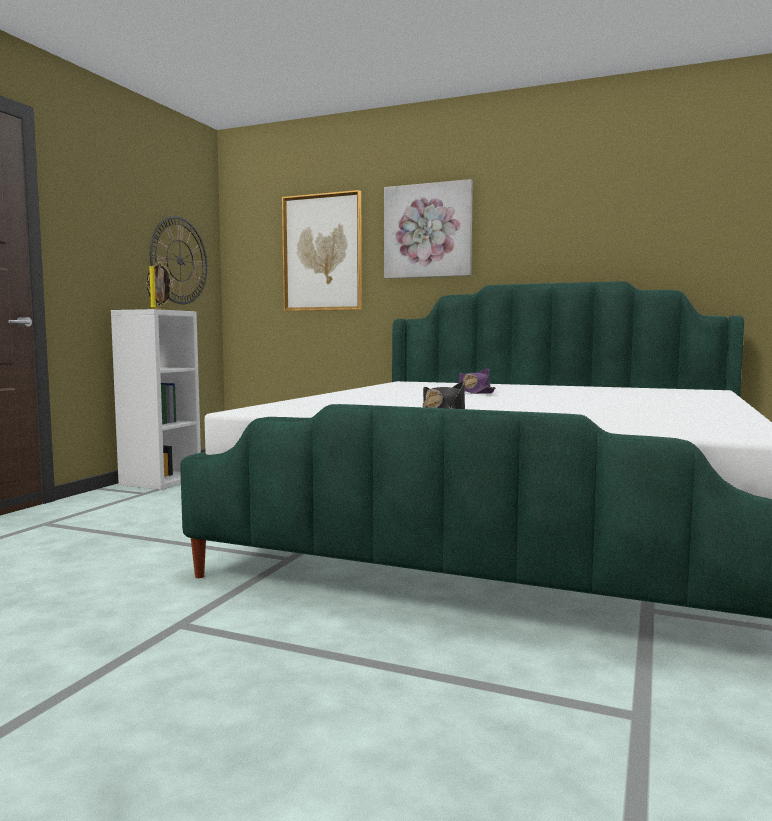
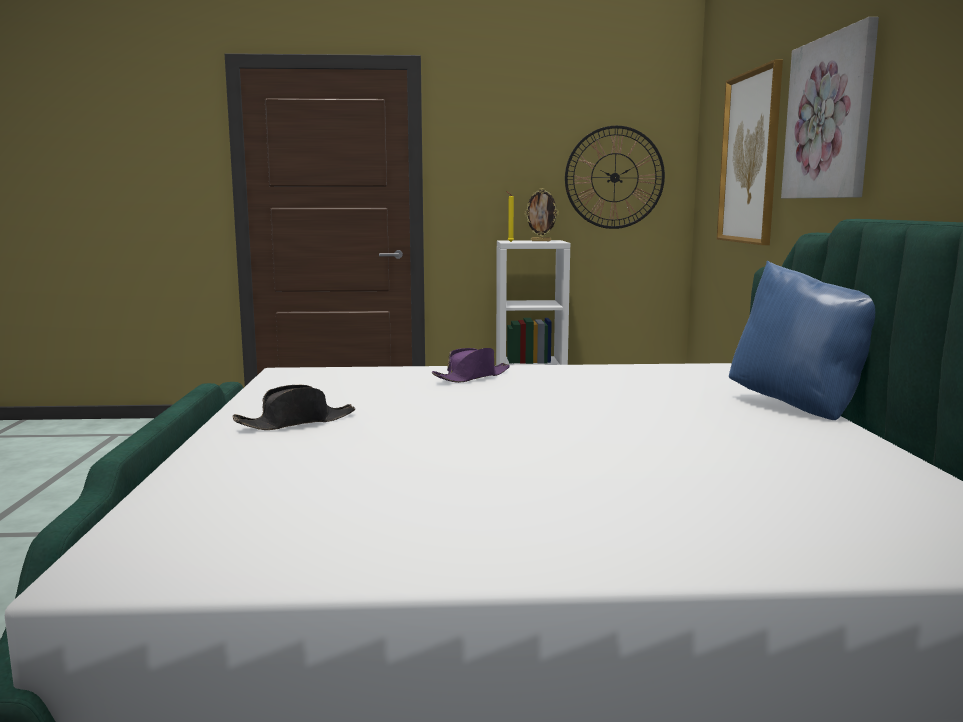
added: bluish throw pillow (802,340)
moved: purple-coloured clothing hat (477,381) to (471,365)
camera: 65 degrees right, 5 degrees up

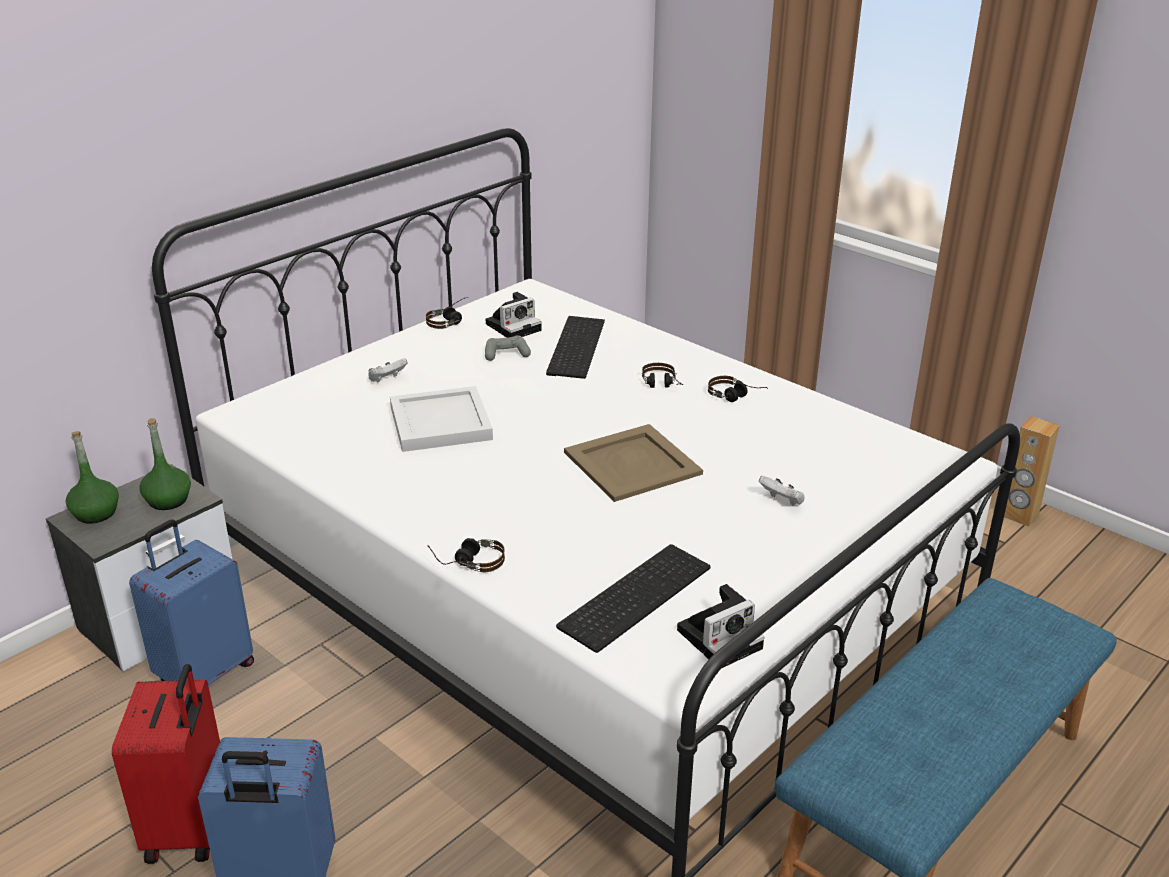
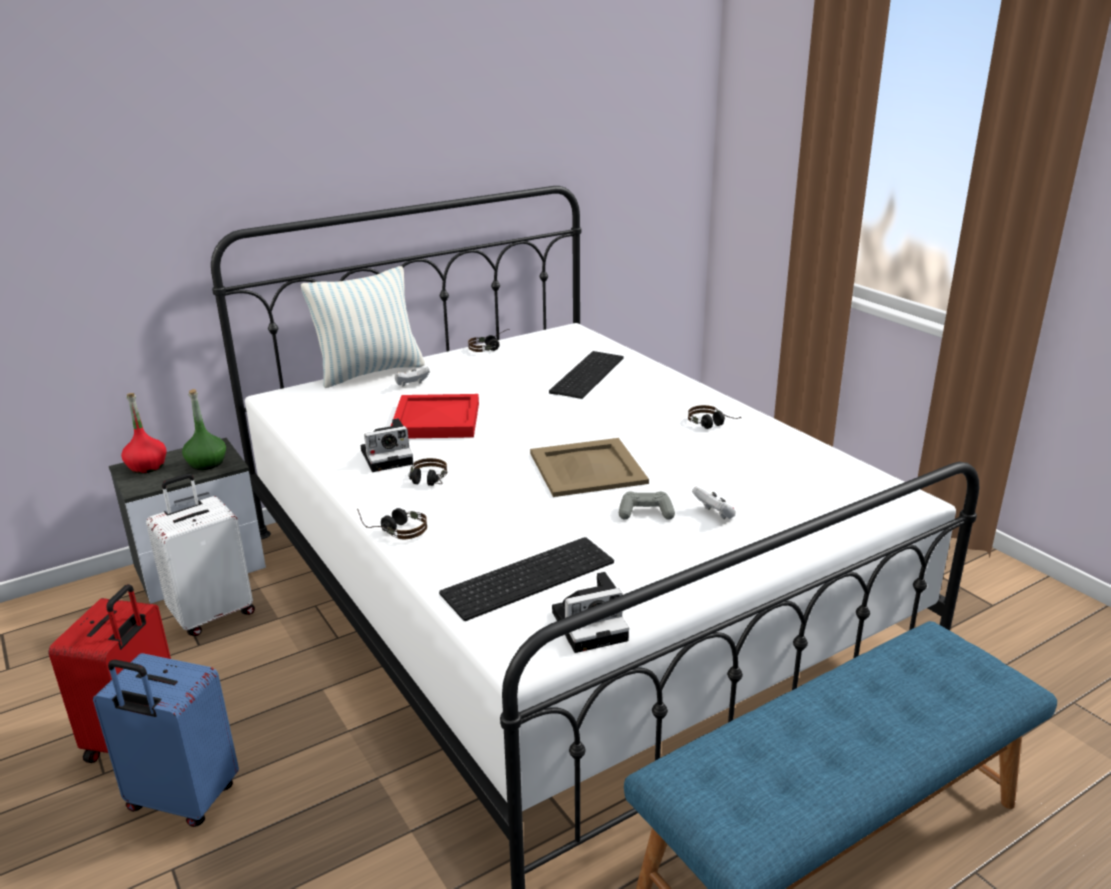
removed: brownish loudspeaker (1032,471)
added: throw pillow (363,327)
moved: photo camera (513,315) to (387,445); gray gamepad (508,348) to (647,505); headphones (662,375) to (428,472)
recoloured: whitish tray (441,419) to reddish tray (435,416); green-coloured beverage bottle (92,477) to reddish beverage bottle (144,433); bluish suitcase (191,602) to whitish suitcase (200,555)
camera: 15 degrees right, 5 degrees down

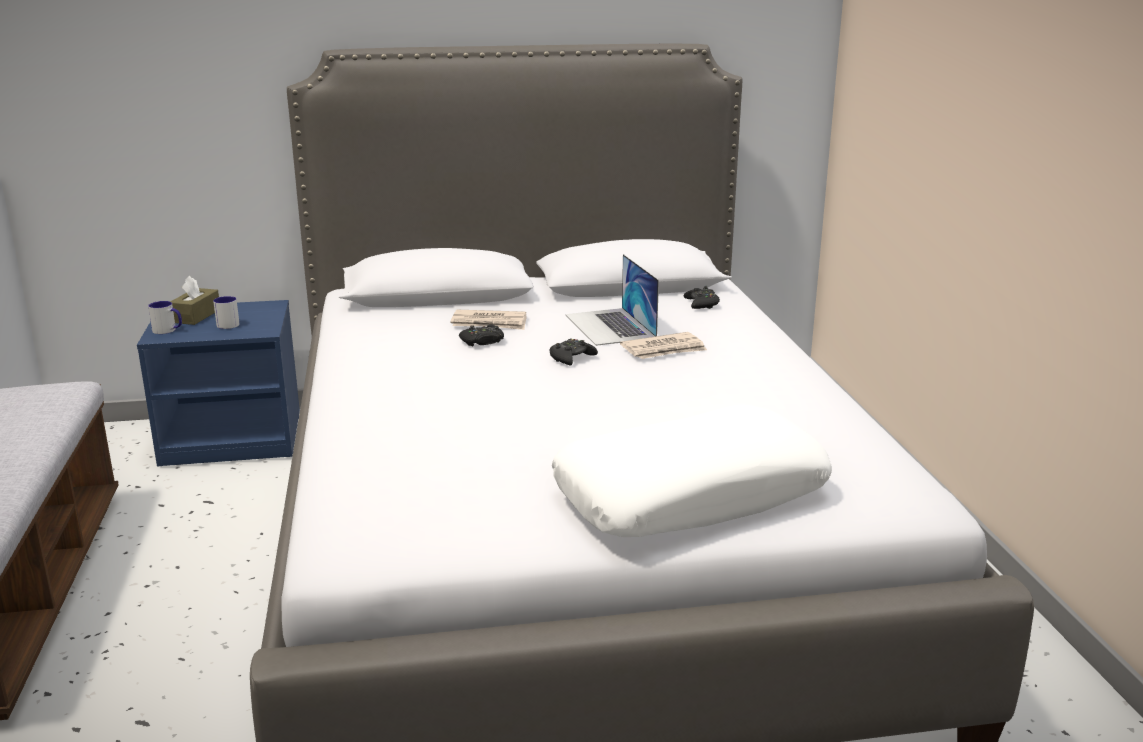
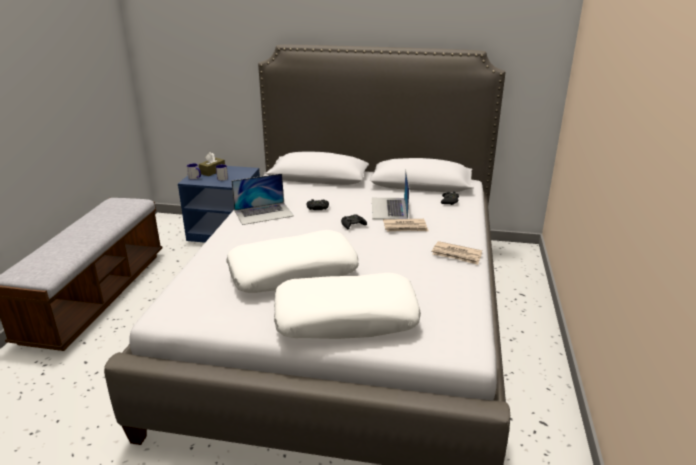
added: notebook computer (263,199); whitish throw pillow (292,261)
moved: printed paper (489,320) to (457,253)
camera: 20 degrees right, 5 degrees up

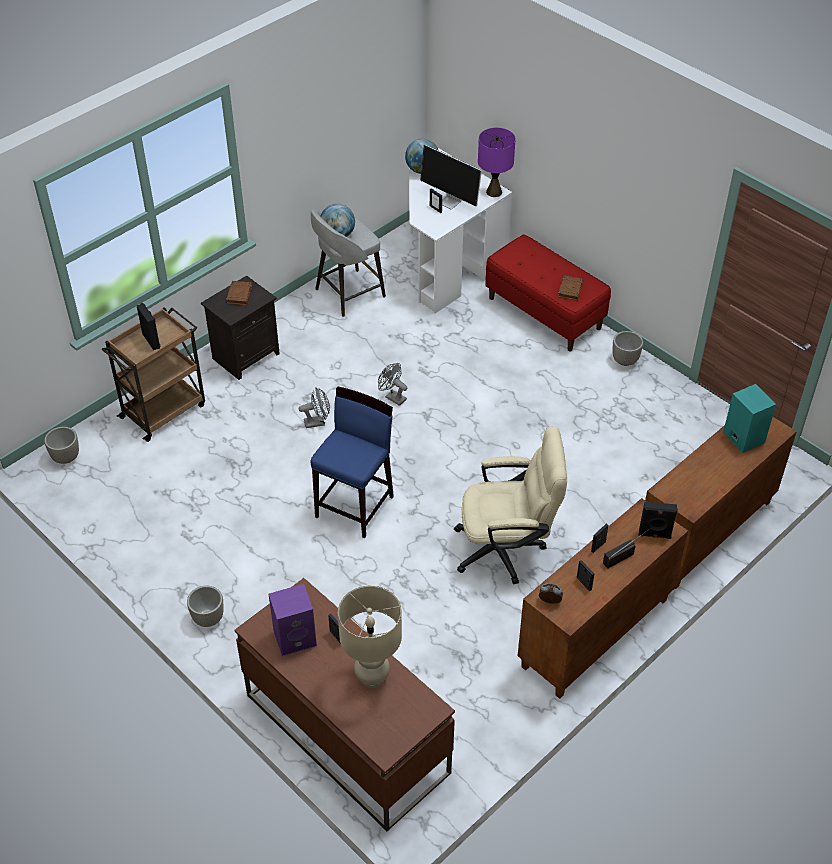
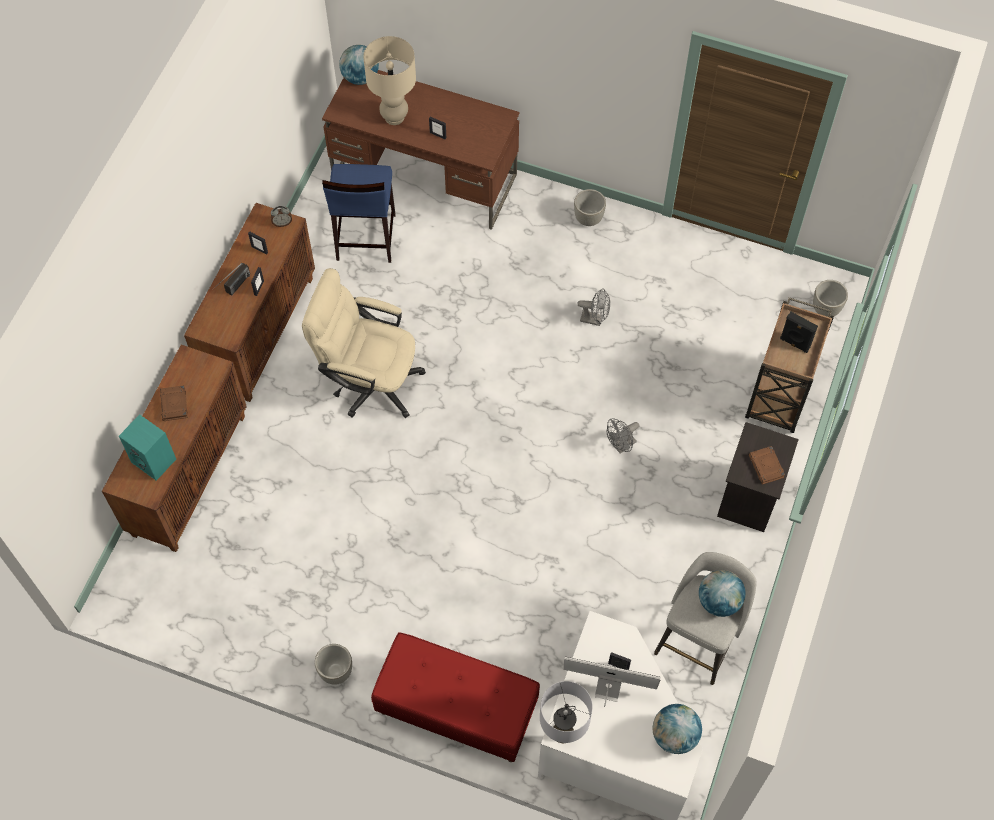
removed: black loudspeaker (658,520); purple-coloured loudspeaker (293,620)
added: desk globe (359,65)
moved: brownish book (571,288) to (174,403); gray fan (392,384) to (593,307); bluish stool (352,462) to (359,213)
recoloured: purple-coloured lamp for a table (497,162) to gray lamp for a table (566,712)
turned: beige-coloured computer chair (510,505) = (364,343) 45 degrees clockwise
camera: 155 degrees right, 15 degrees up

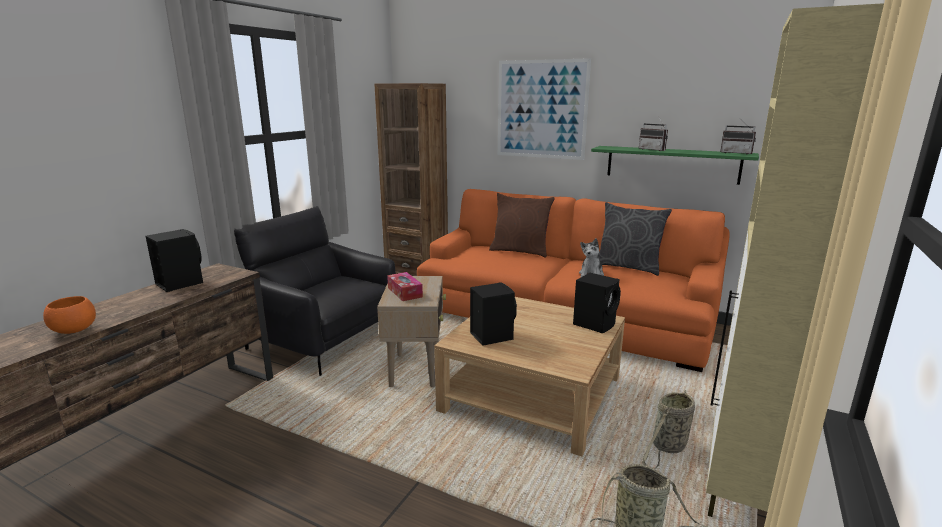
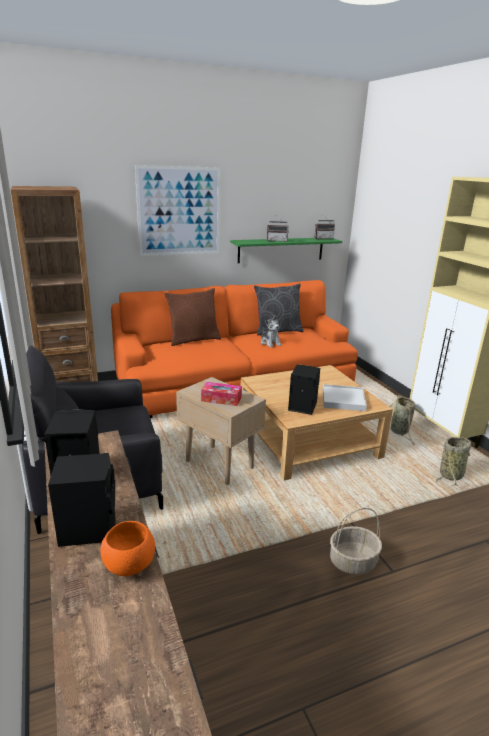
added: whitish tray (345,397); storage basket (356,541)
moved: black loudspeaker (597,303) to (82,500)
camera: 50 degrees left, 5 degrees up

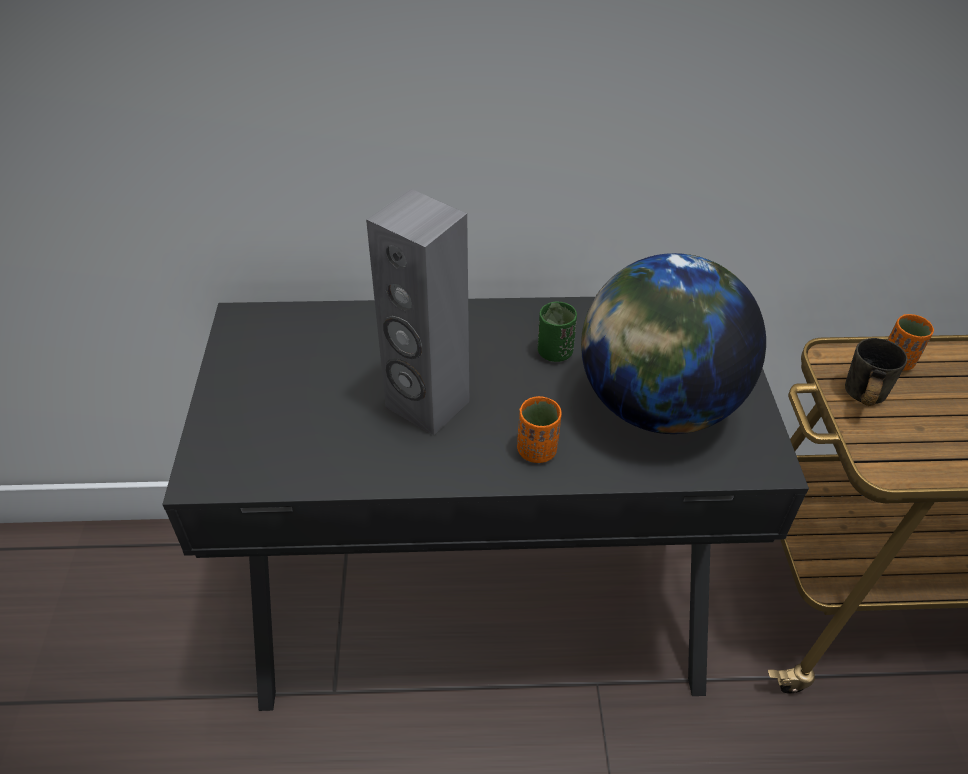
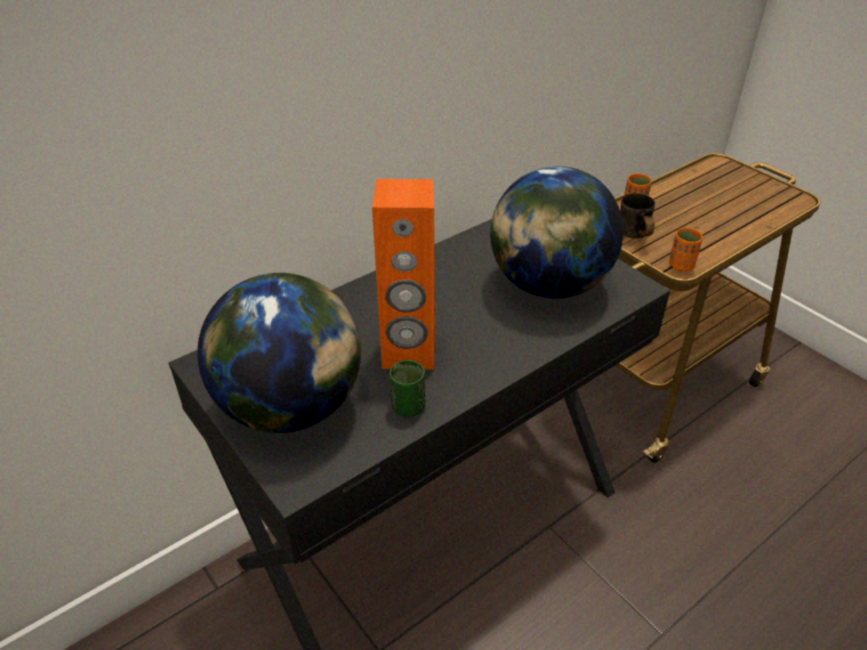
added: desk globe (279,353)
moved: green-coloured cup (557,331) to (407,388); orange-coloured cup (539,429) to (686,249)
recoloured: gray loudspeaker (417,312) to orange-coloured loudspeaker (403,274)
camera: 35 degrees left, 5 degrees down

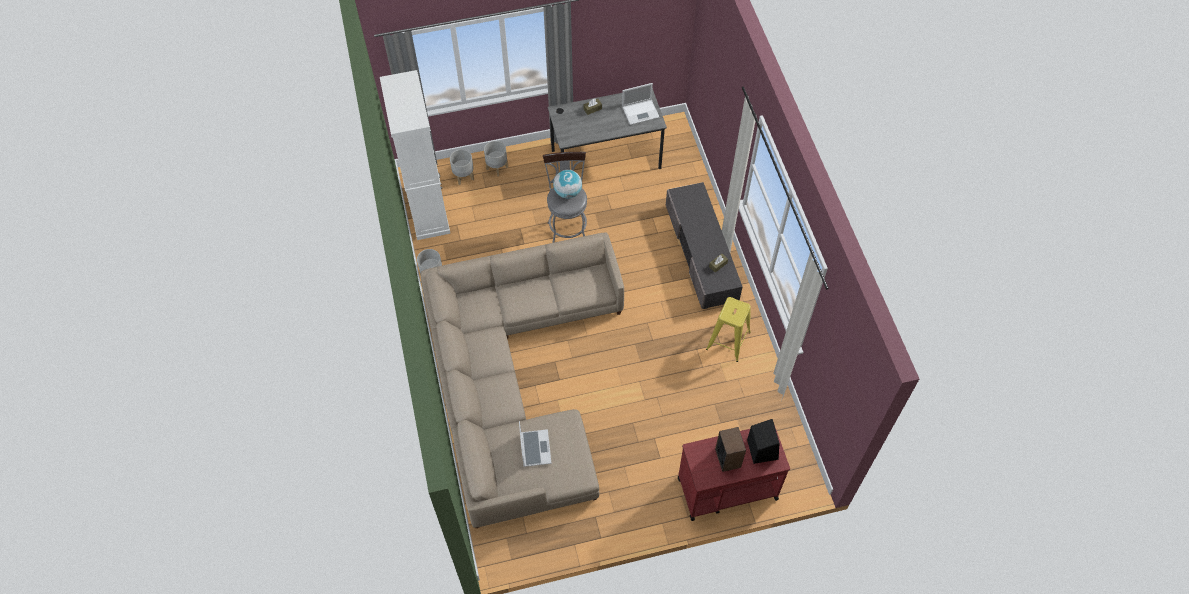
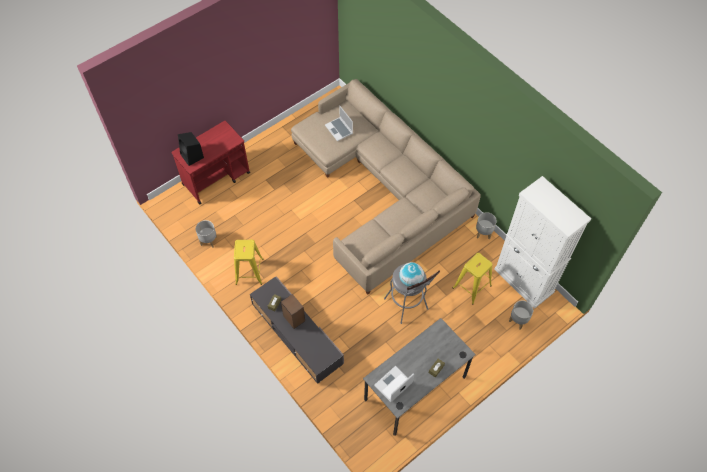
added: yellow-coloured stool (472,279)
moved: gray flower pot (496,159) to (206,234); loudspeaker (730,449) to (293,311)
camera: 155 degrees right, 0 degrees up

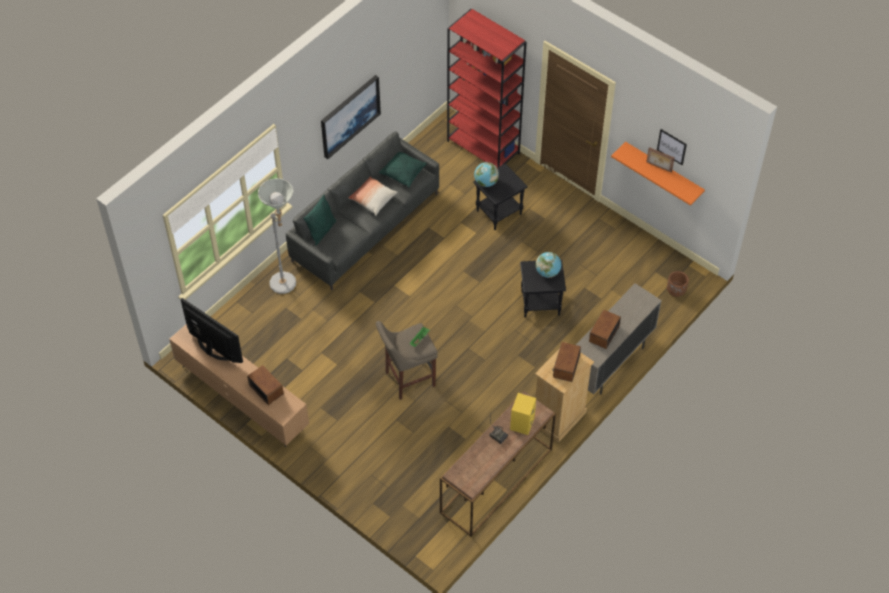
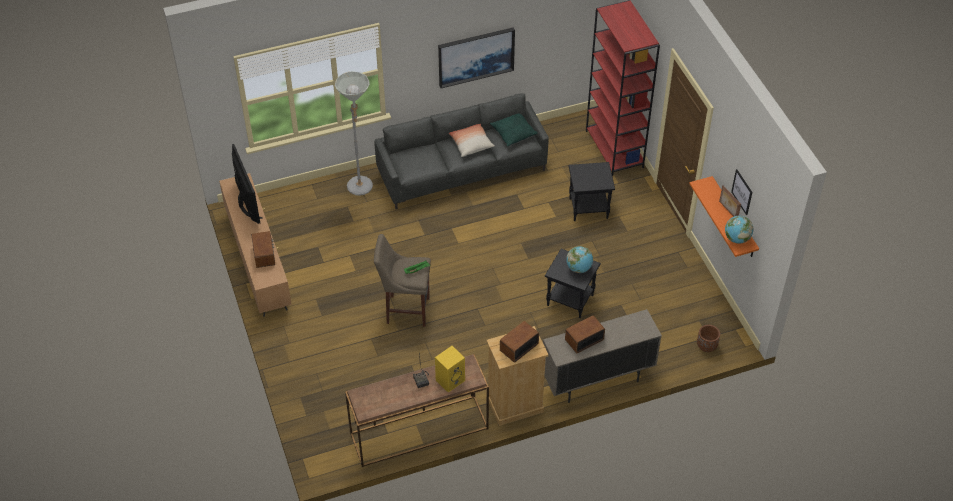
removed: green-coloured throw pillow (319,220)
moved: desk globe (486,174) to (739,229)
camera: 30 degrees right, 5 degrees down

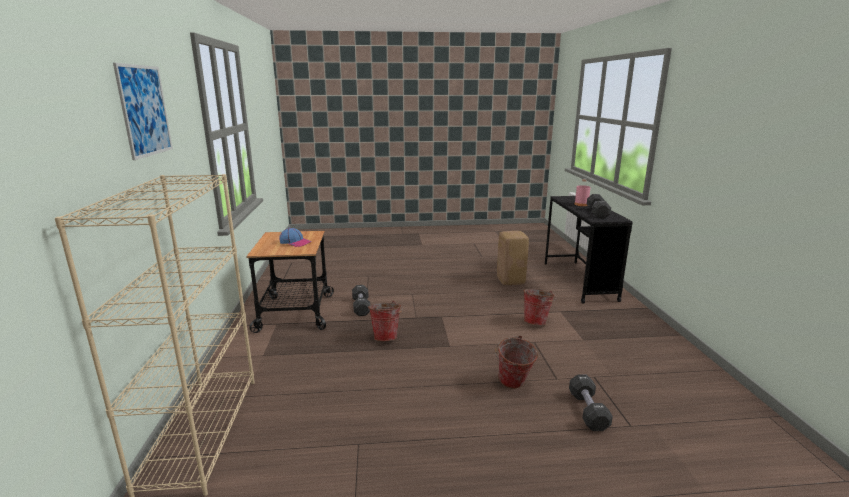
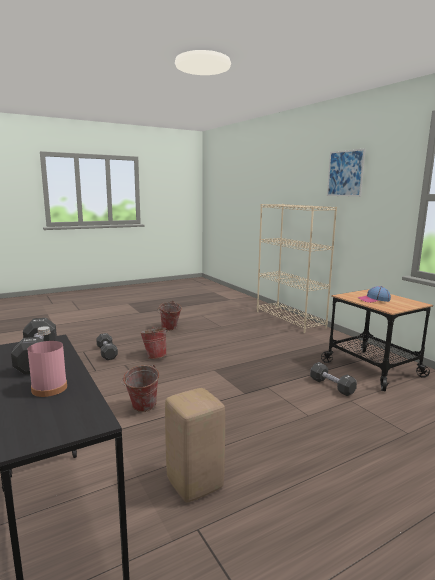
moved: water bucket (385,321) to (170,315)
camera: 155 degrees right, 5 degrees down

